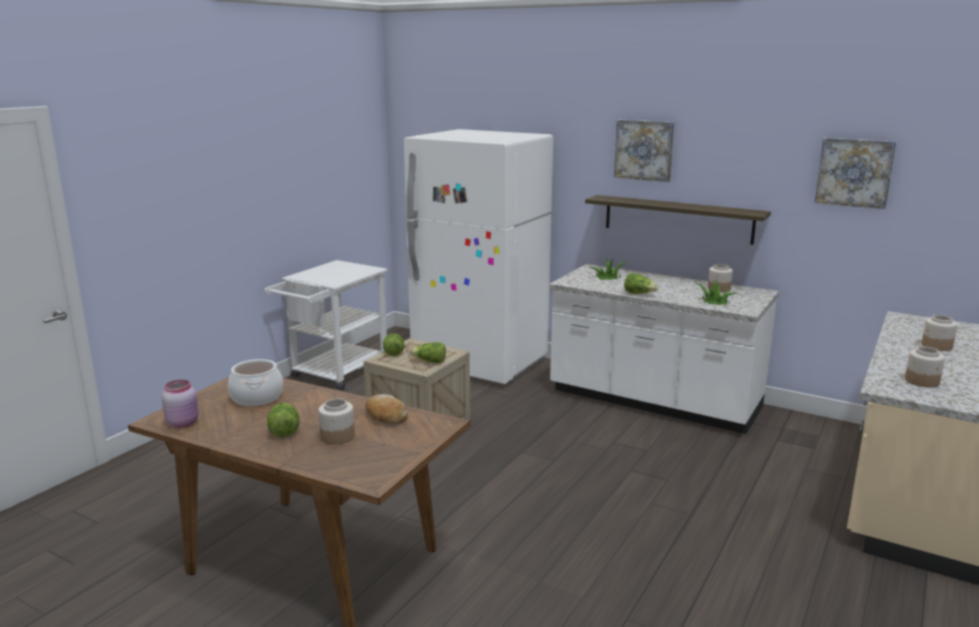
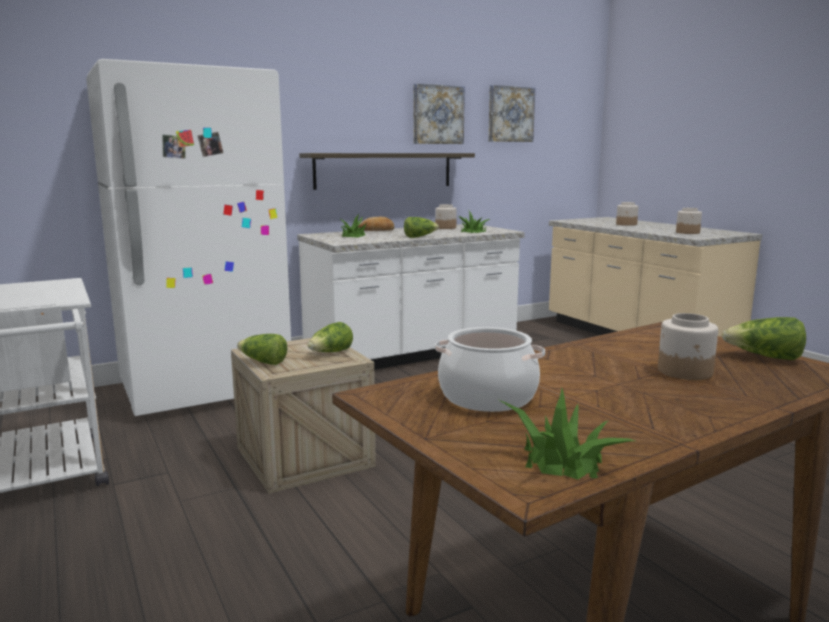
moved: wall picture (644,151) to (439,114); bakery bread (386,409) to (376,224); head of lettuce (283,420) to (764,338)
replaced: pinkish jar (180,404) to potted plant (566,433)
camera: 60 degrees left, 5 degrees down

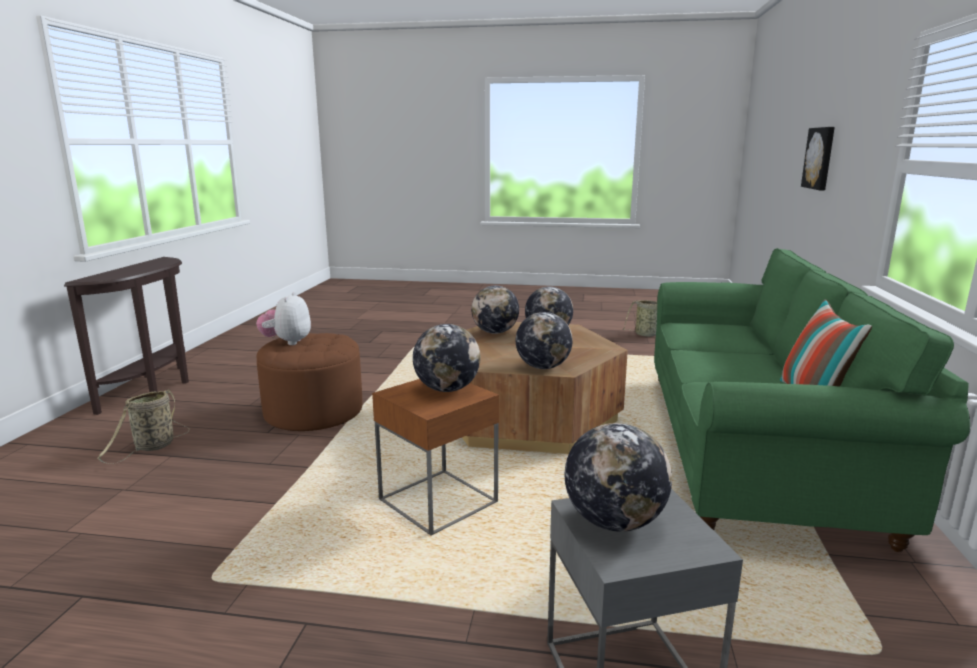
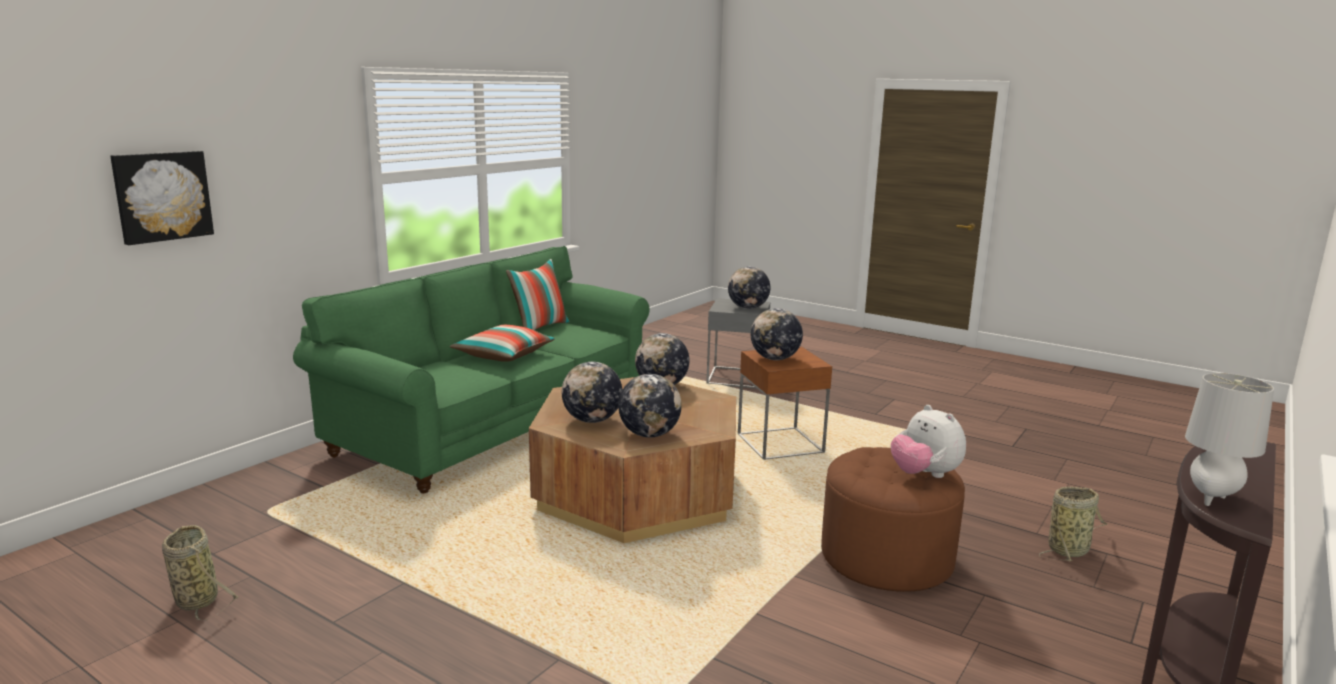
added: throw pillow (502,343); gray lamp for a table (1229,439)
turned: cuddly toy (283,318) = (928,441) 120 degrees clockwise
camera: 155 degrees left, 0 degrees up

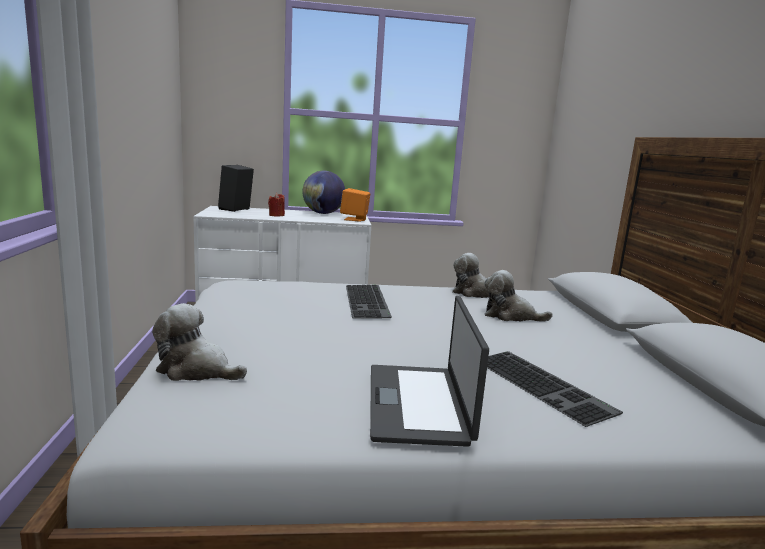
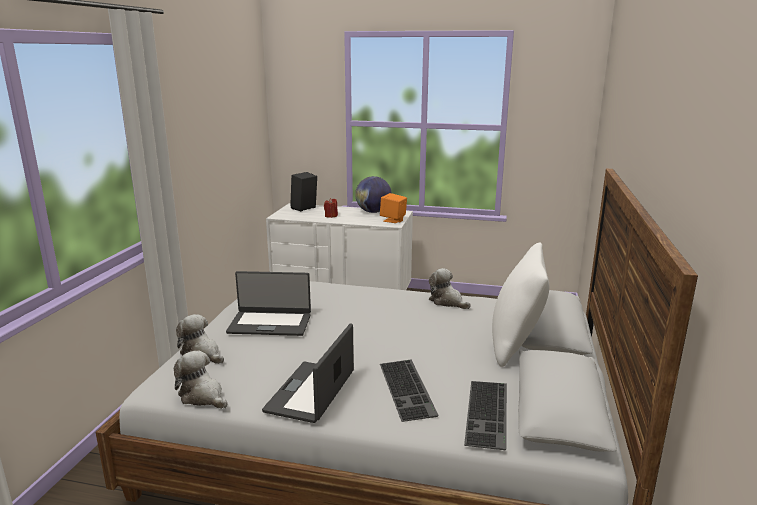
added: whitish throw pillow (521,305); notebook computer (268,303)
moved: cuddly toy (518,296) to (200,379); keyboard (369,302) to (485,415)
camera: 20 degrees right, 5 degrees up

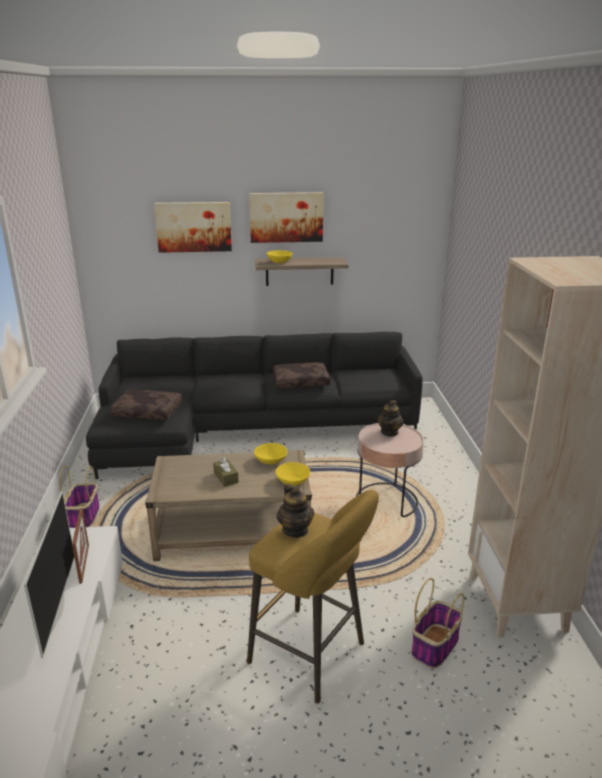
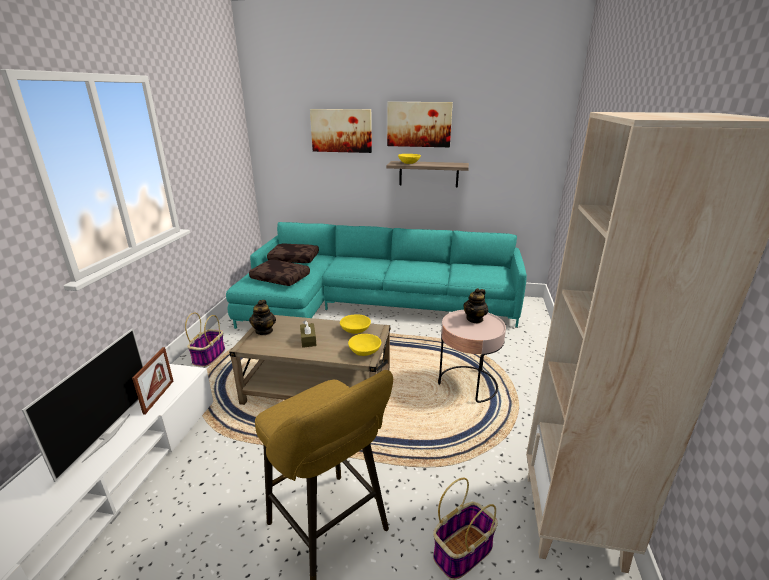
moved: brownish throw pillow (301,375) to (293,253); teapot (295,511) to (262,317)
recoloured: black sofa (254,405) to turquoise sofa (376,275)
camera: 15 degrees right, 0 degrees up

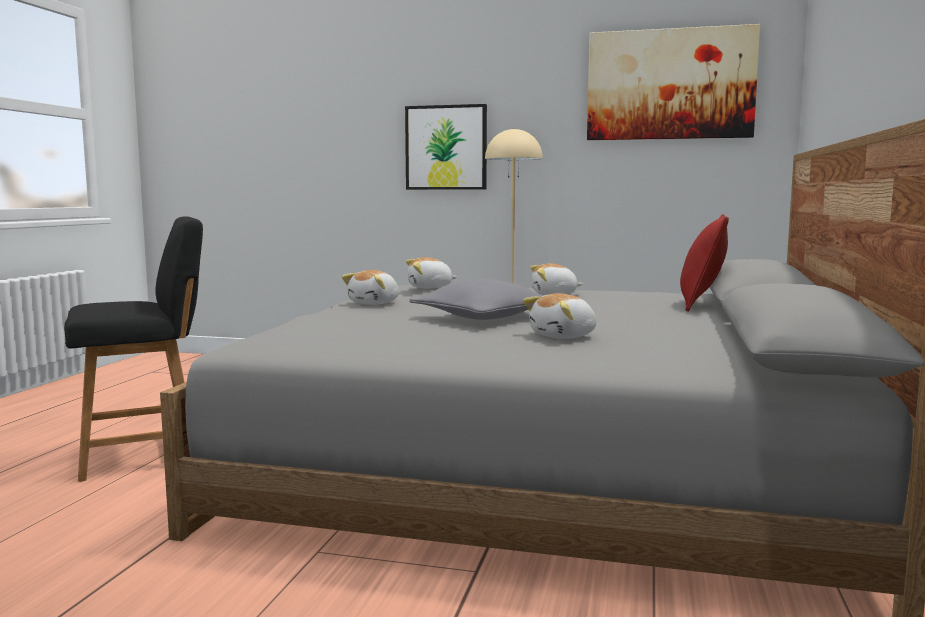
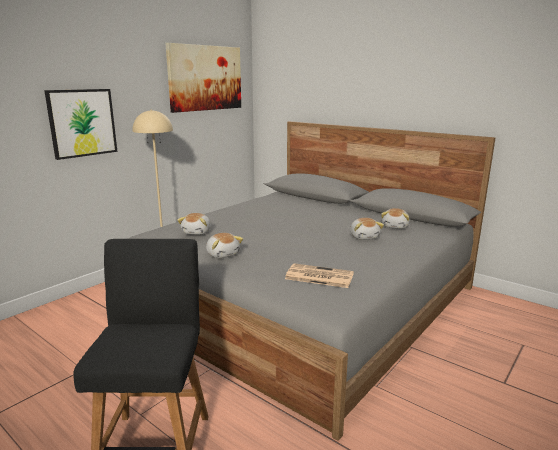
removed: reddish throw pillow (704,263); gray throw pillow (476,299)
added: printed paper (319,275)
moved: cuddly toy (556,279) to (395,218)
camera: 65 degrees left, 10 degrees up

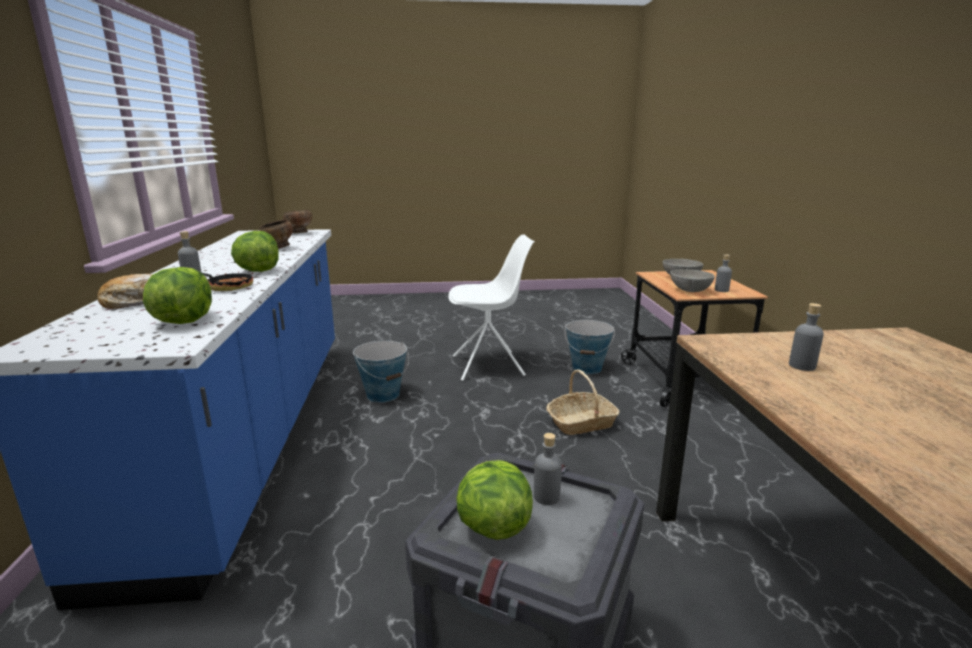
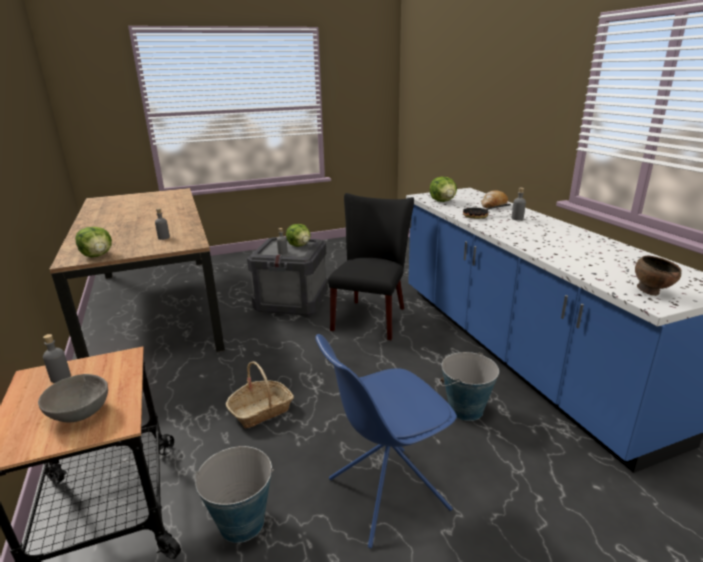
removed: brownish deep dish (276,234); gray deep dish (692,280)
added: black upright chair (371,266)
moved: head of lettuce (255,251) to (93,242)
recoloured: whitish upright chair (491,307) to bluish upright chair (386,441)
camera: 165 degrees right, 5 degrees up

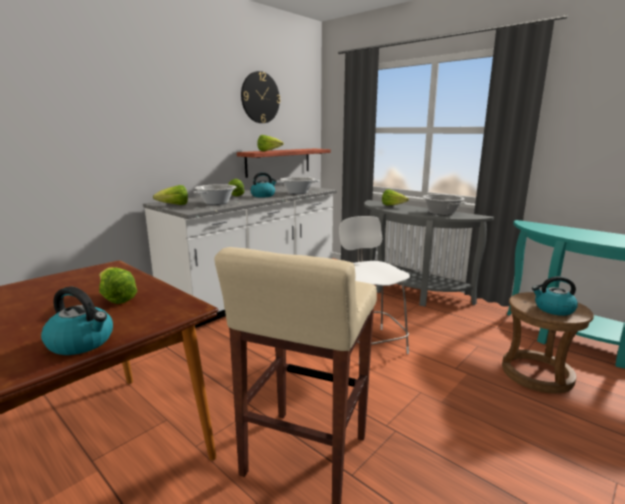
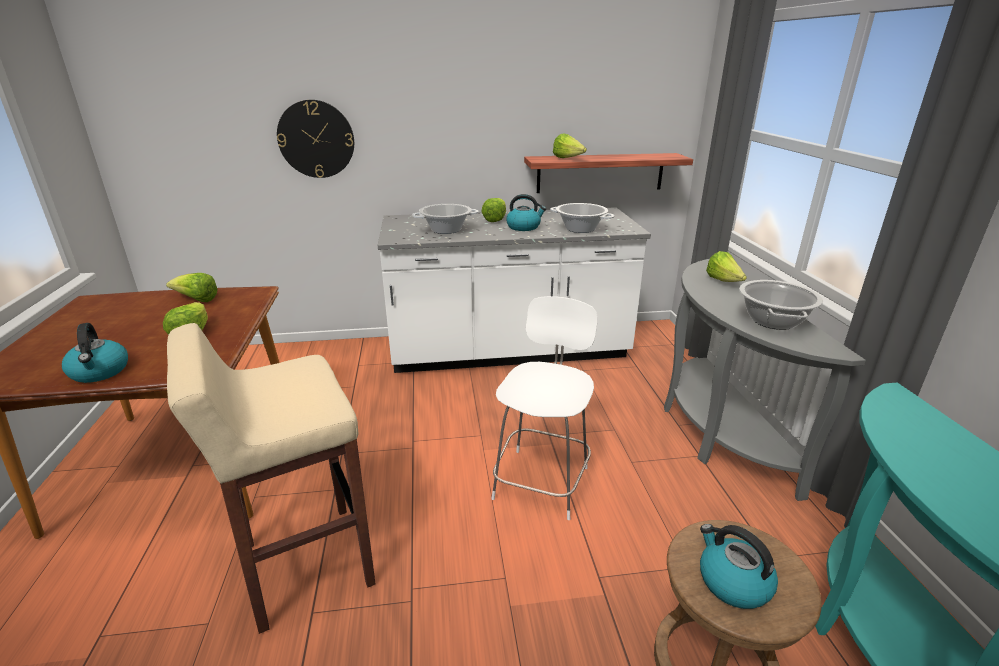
moved: wall clock (261,97) to (315,139); head of lettuce (170,195) to (192,287)
camera: 40 degrees right, 10 degrees up

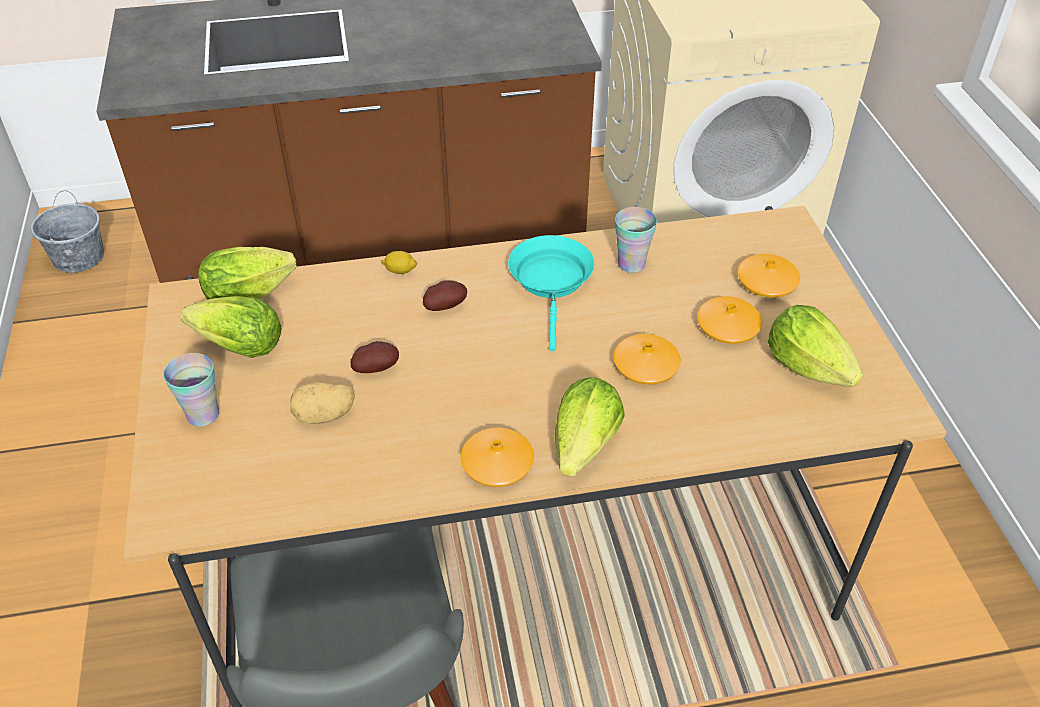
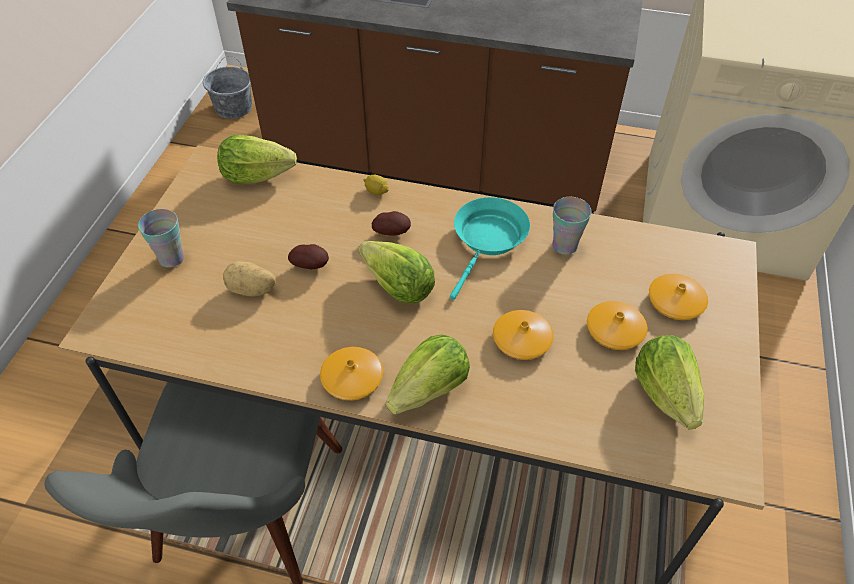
moved: head of lettuce (231,327) to (397,272)
camera: 25 degrees right, 5 degrees up

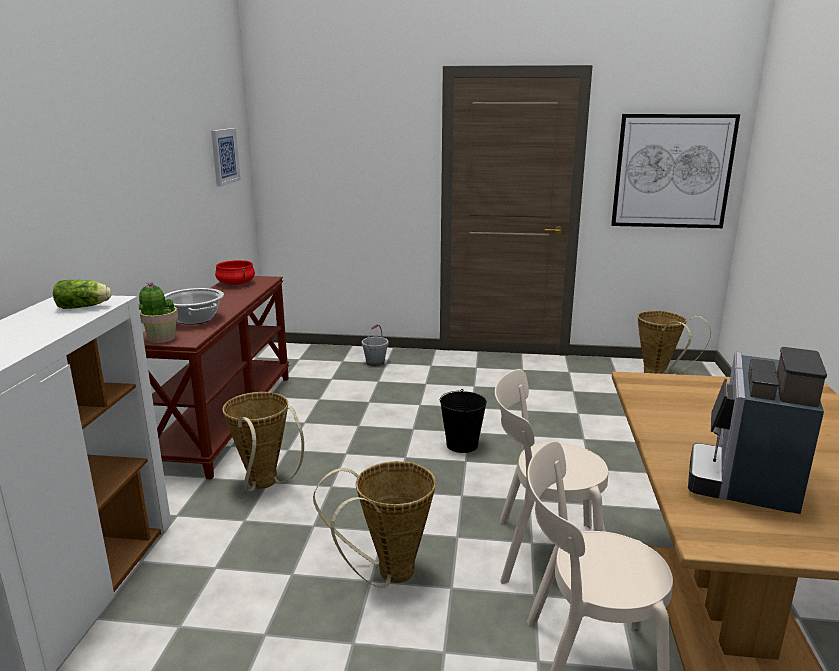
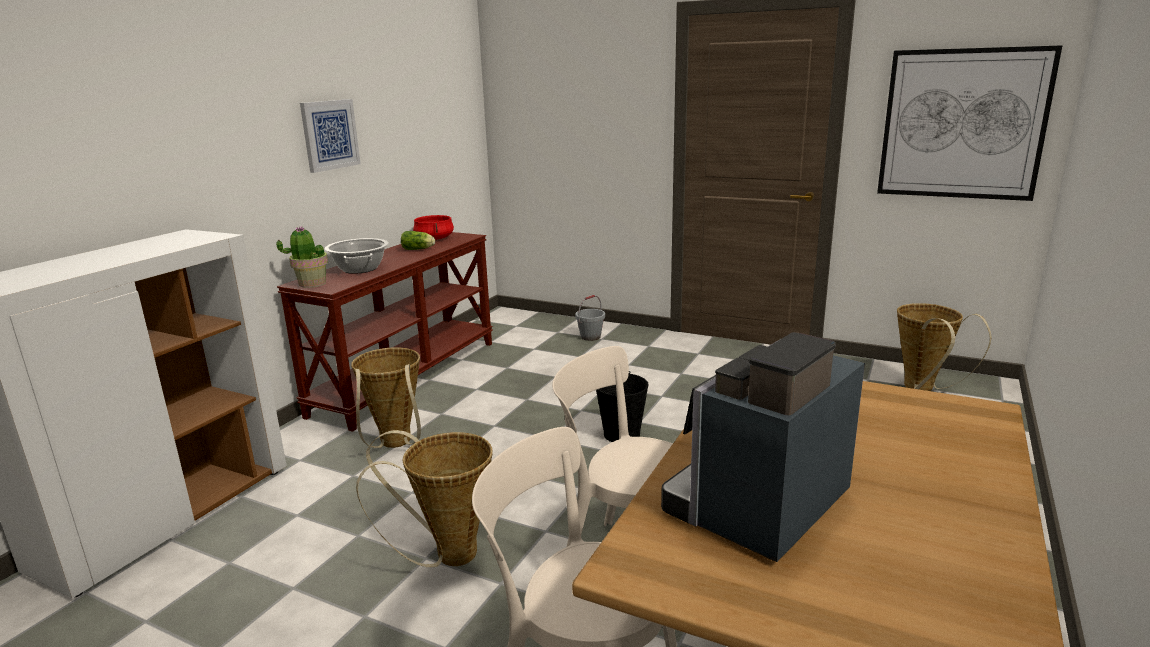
moved: wall picture (226,157) to (330,136); head of lettuce (82,294) to (418,240)
camera: 20 degrees right, 0 degrees up

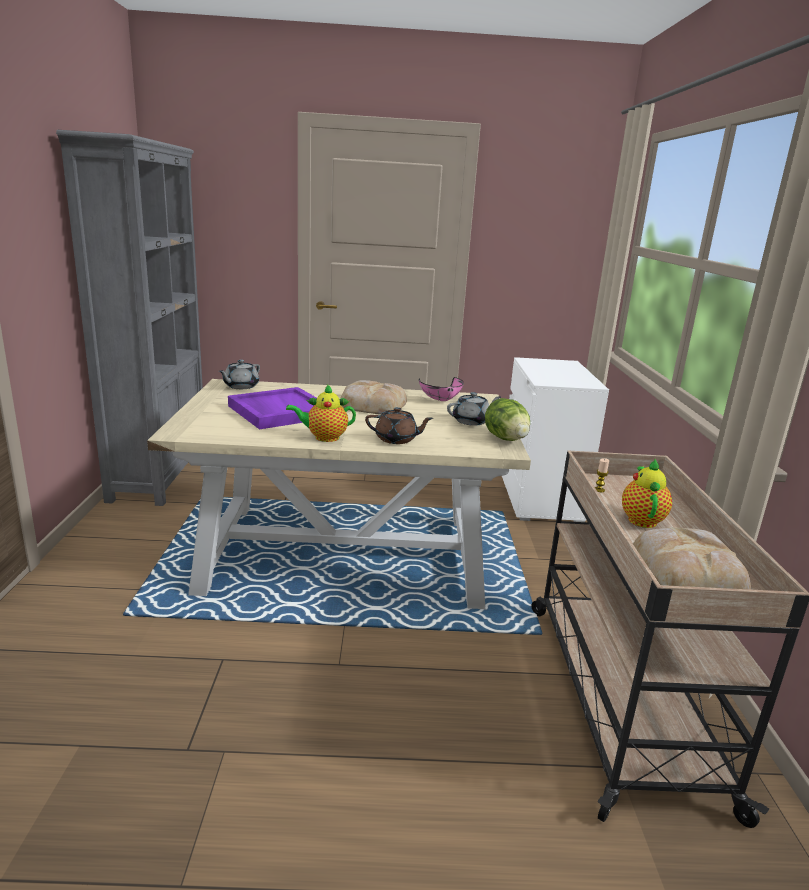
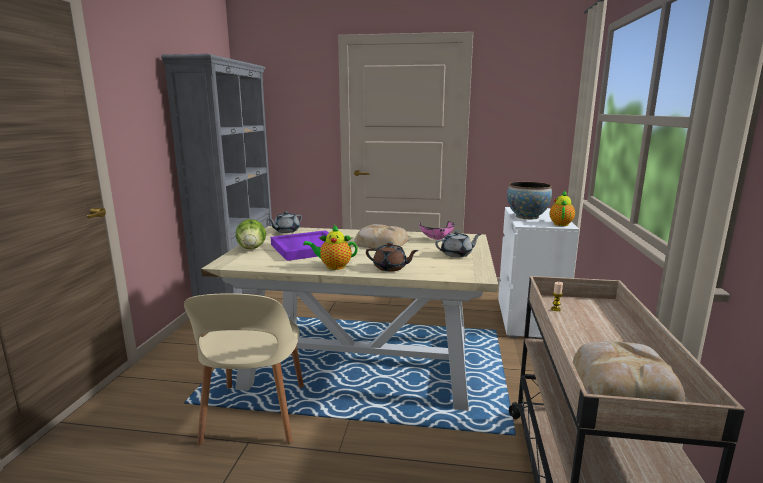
added: deep dish (529,200); beige-coloured upright chair (244,369)
moved: head of lettuce (507,419) to (251,234); teapot (647,493) to (562,208)
camera: 10 degrees right, 5 degrees down

